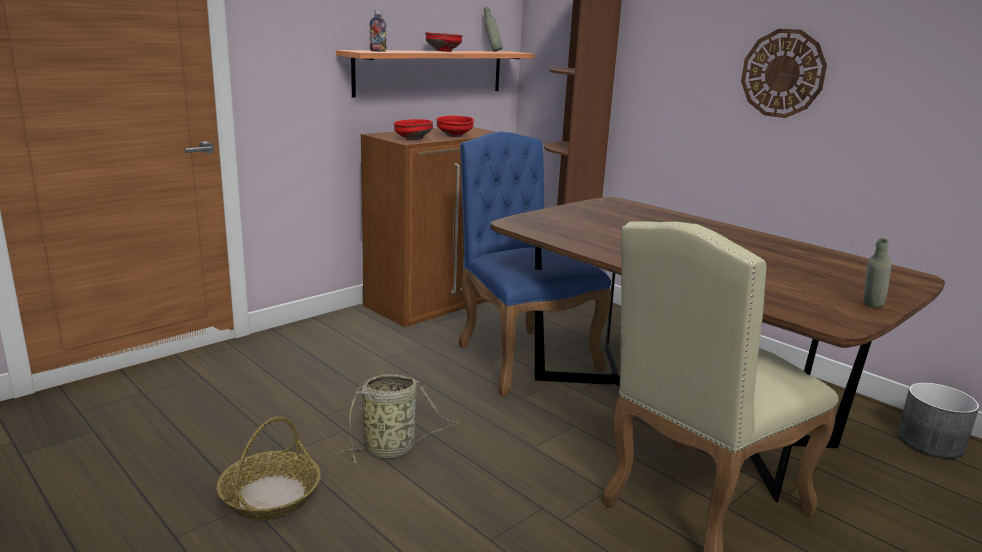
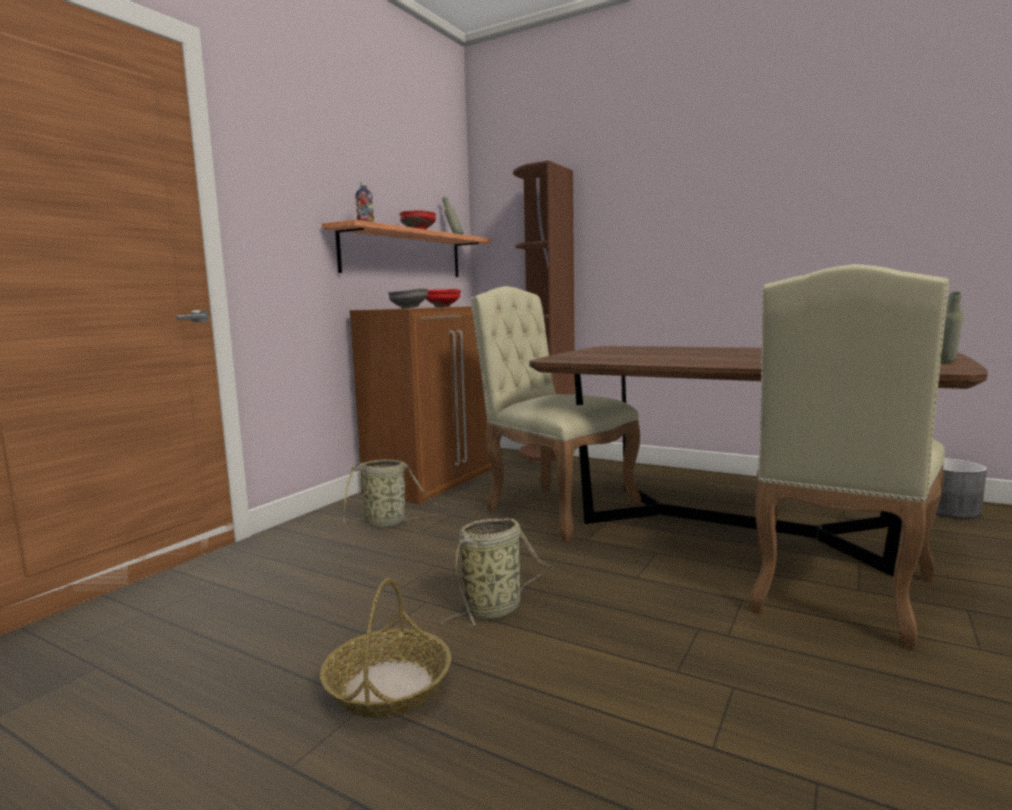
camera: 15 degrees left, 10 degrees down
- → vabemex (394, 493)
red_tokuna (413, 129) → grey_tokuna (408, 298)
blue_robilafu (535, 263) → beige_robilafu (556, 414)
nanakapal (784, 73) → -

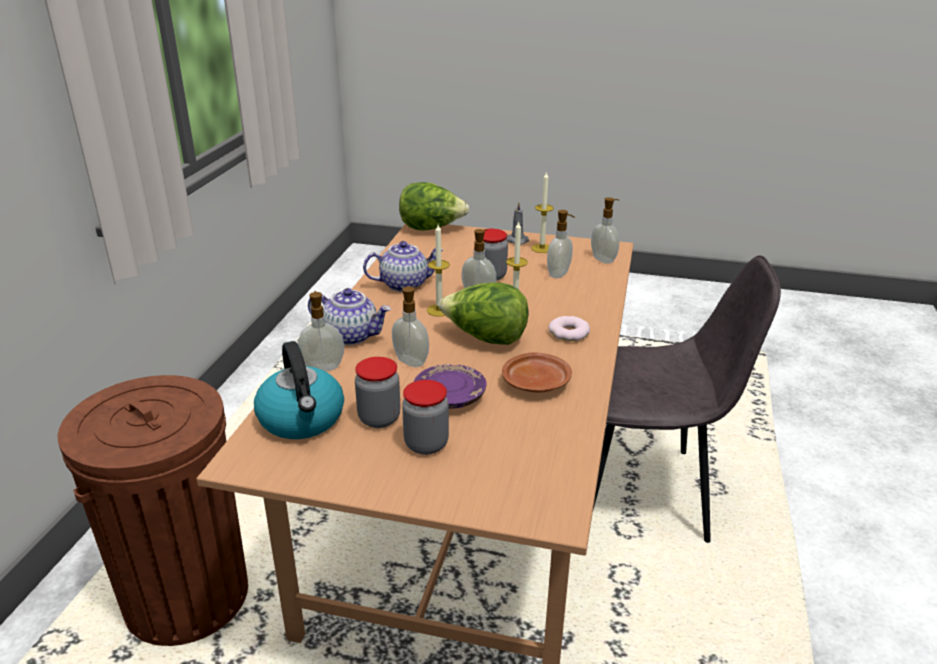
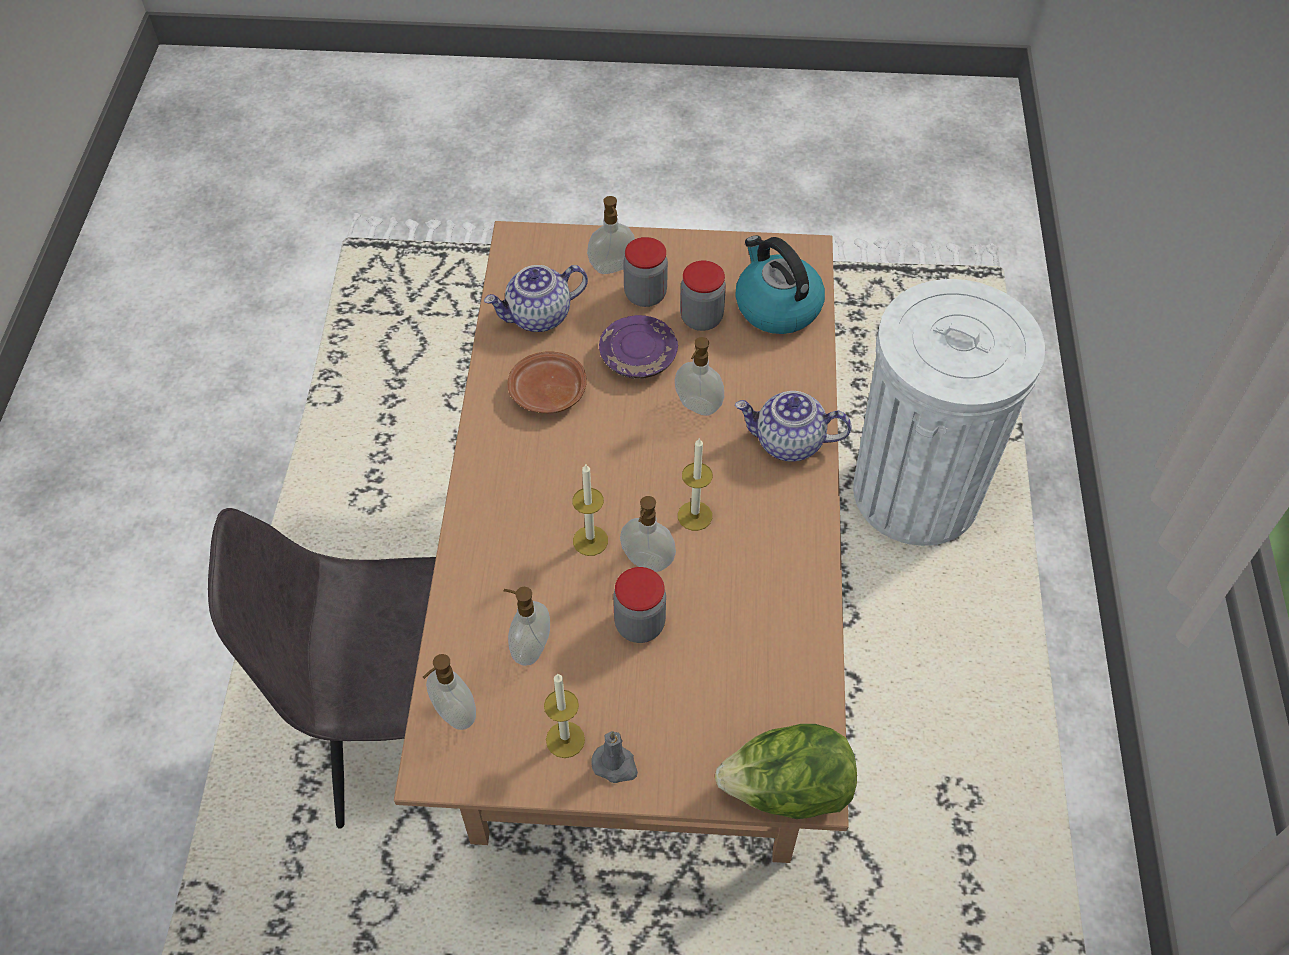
camera: 170 degrees right, 25 degrees up
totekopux (403, 266) → totekopux (536, 298), shifted
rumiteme (320, 331) → rumiteme (611, 235), shifted
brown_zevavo (152, 510) → white_zevavo (949, 412)
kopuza (484, 313) → -
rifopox (569, 328) → -

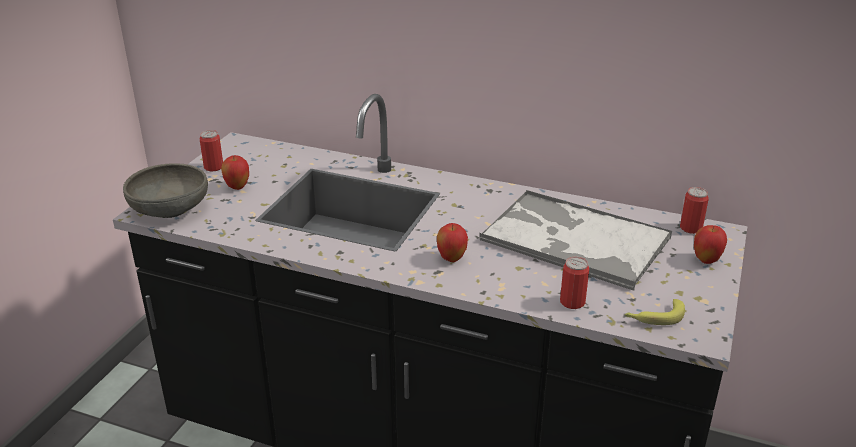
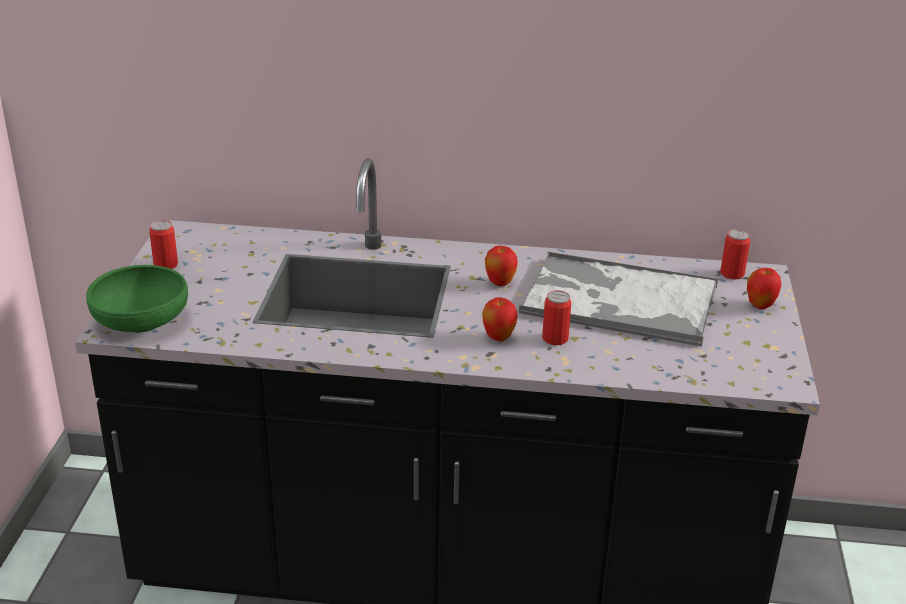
camera: 15 degrees left, 0 degrees up
grey_tokuna (165, 190) → green_tokuna (137, 299)
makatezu (235, 172) → makatezu (501, 266), shifted
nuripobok (574, 283) → nuripobok (556, 317), shifted
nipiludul (655, 312) → -

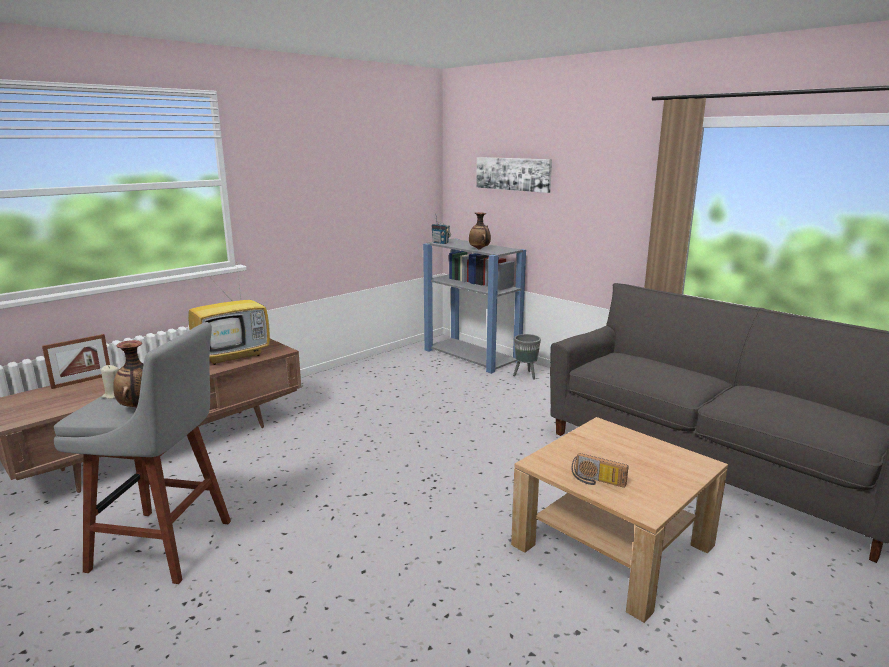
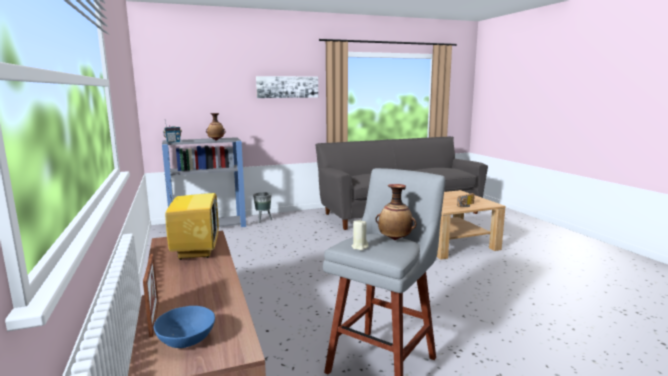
camera: 65 degrees left, 5 degrees down
- → blue_tokuna (184, 327)
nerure (514, 175) → nerure (287, 87), shifted

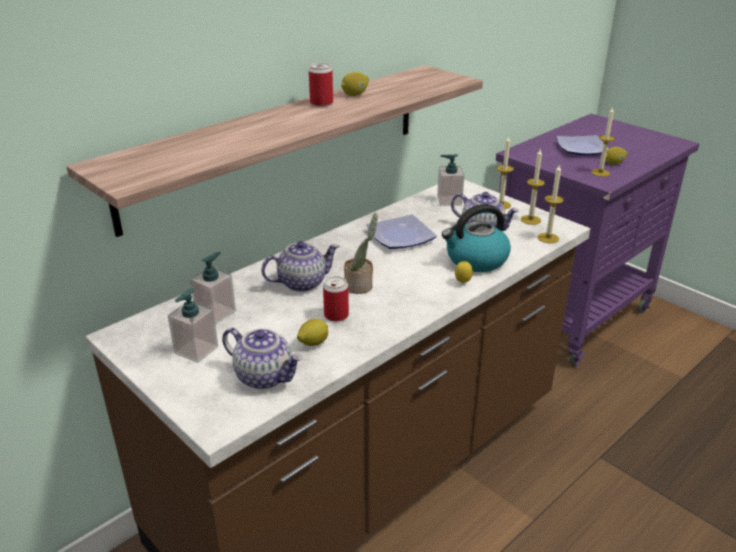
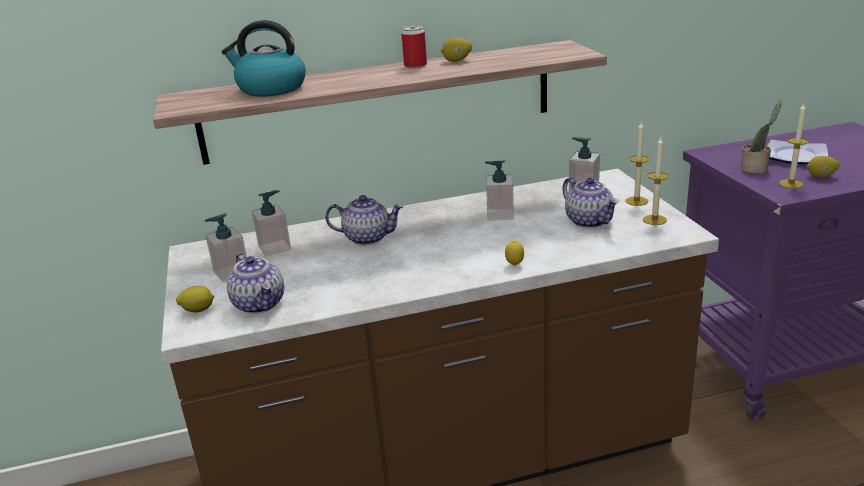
camera: 30 degrees right, 5 degrees down
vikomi (312, 332) → vikomi (195, 299), shifted
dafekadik (476, 238) → dafekadik (264, 58), shifted
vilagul (402, 231) → rumiteme (499, 190)
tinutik (361, 253) → tinutik (761, 137), shifted
nuripobok (336, 299) → -
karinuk (551, 203) → -

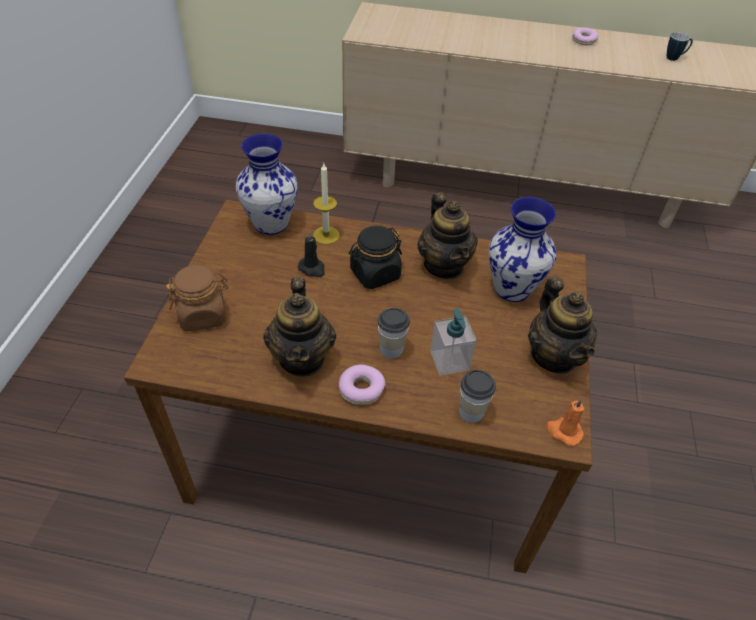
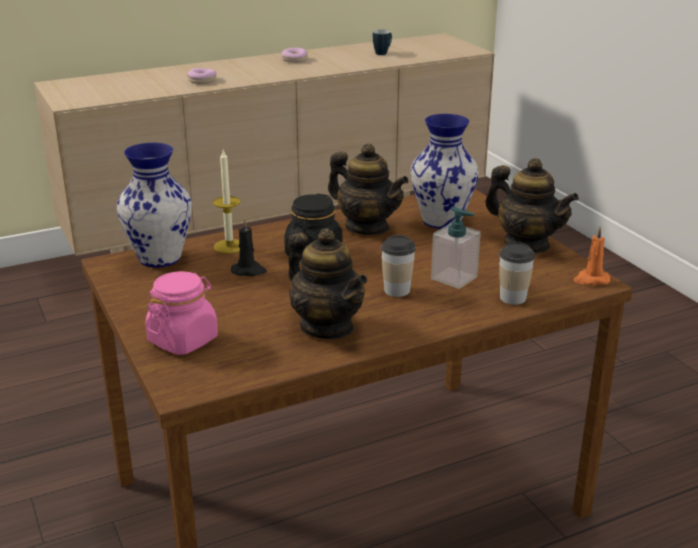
camera: 35 degrees left, 20 degrees down
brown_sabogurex (197, 298) → pink_sabogurex (181, 313)
rifopox (362, 385) → rifopox (202, 76), shifted

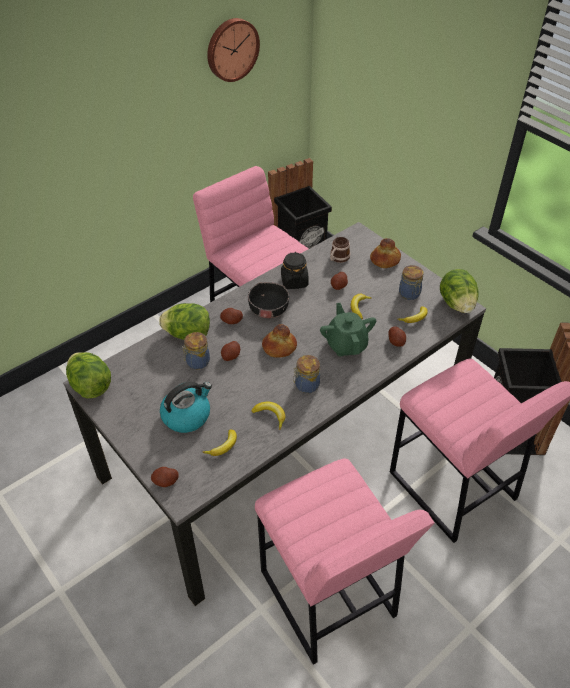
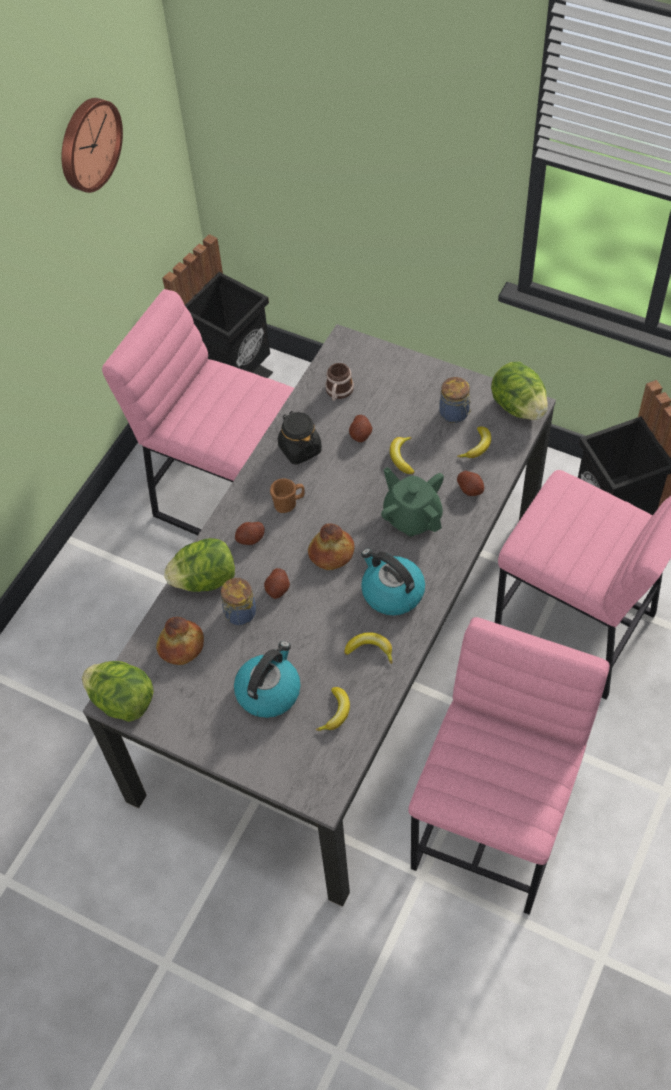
camera: 20 degrees left, 10 degrees up
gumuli (385, 253) → gumuli (180, 641), shifted
black_tokuna (268, 300) → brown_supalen (287, 496)
sabogurex (306, 374) → dafekadik (393, 581)
pink_robilafu (345, 561) → pink_robilafu (509, 766), 105 degrees counterclockwise
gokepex (165, 477) → -

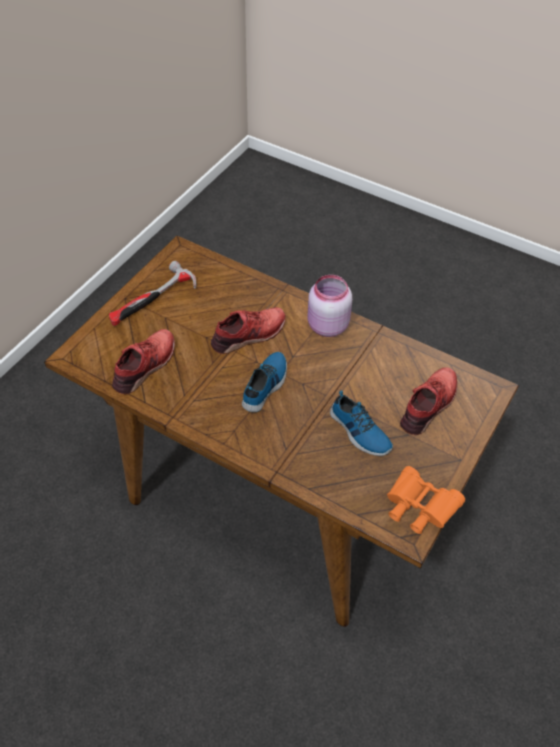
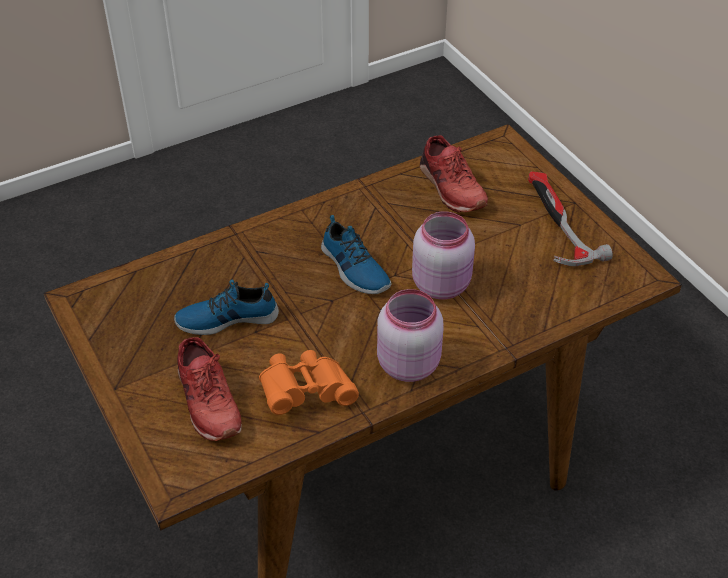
camera: 120 degrees right, 5 degrees down
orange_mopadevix (426, 500) → orange_mopadevix (309, 382), shifted
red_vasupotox (248, 330) → pink_sabogurex (443, 255)

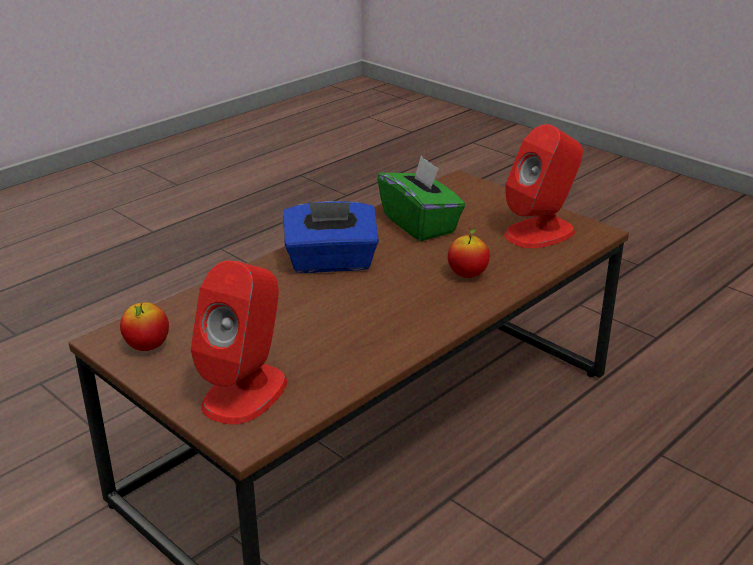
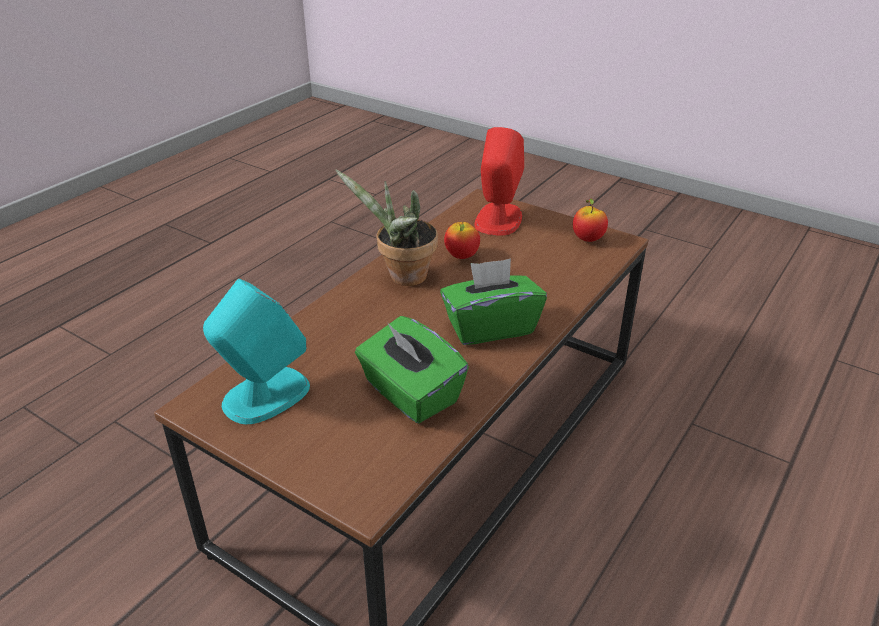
camera: 170 degrees right, 5 degrees up
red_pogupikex (543, 186) → turquoise_pogupikex (256, 351)
- → tinutik (386, 227)
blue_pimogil (331, 237) → green_pimogil (493, 302)
makatezu (469, 252) → makatezu (462, 240), shifted

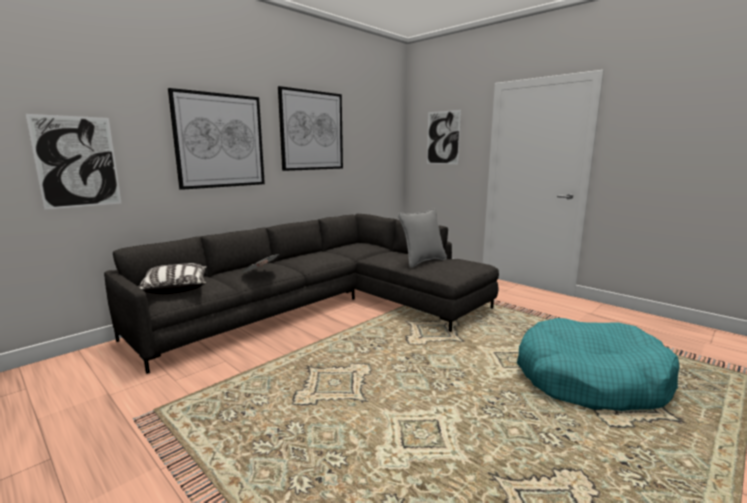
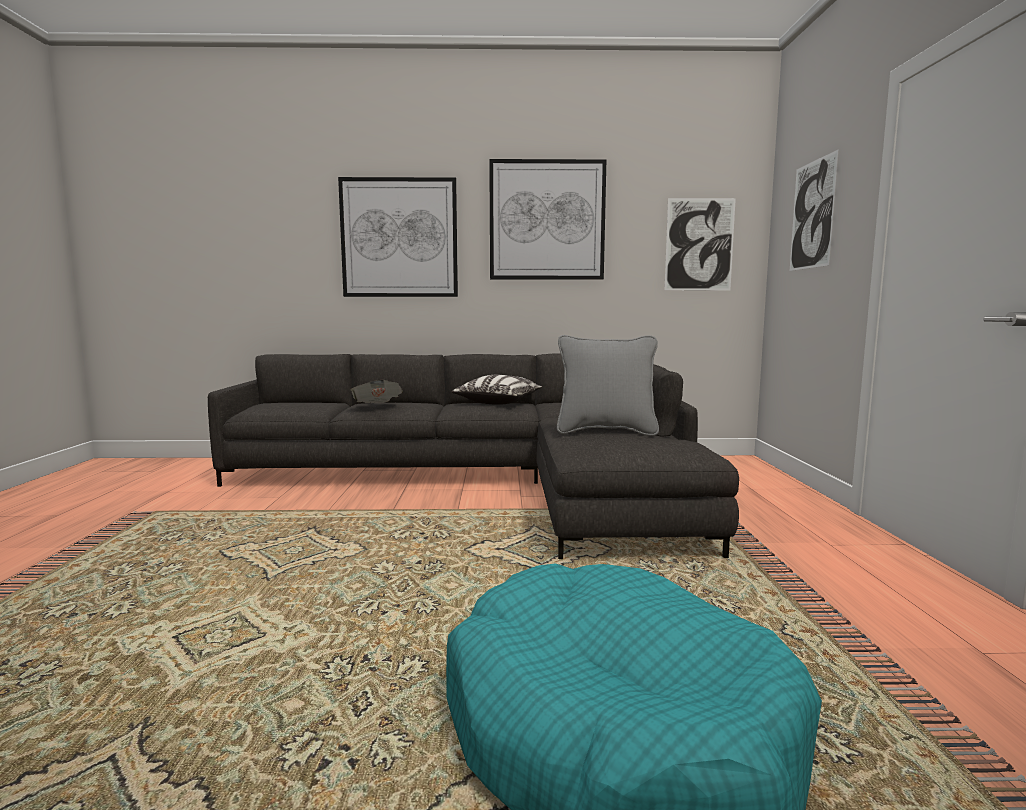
camera: 45 degrees right, 5 degrees down
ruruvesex (172, 278) → ruruvesex (497, 390), shifted
nerure (73, 162) → nerure (700, 244), shifted

